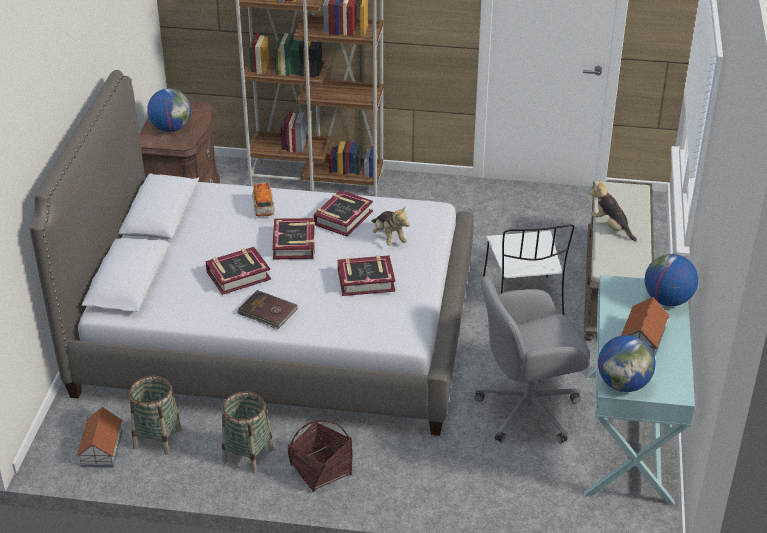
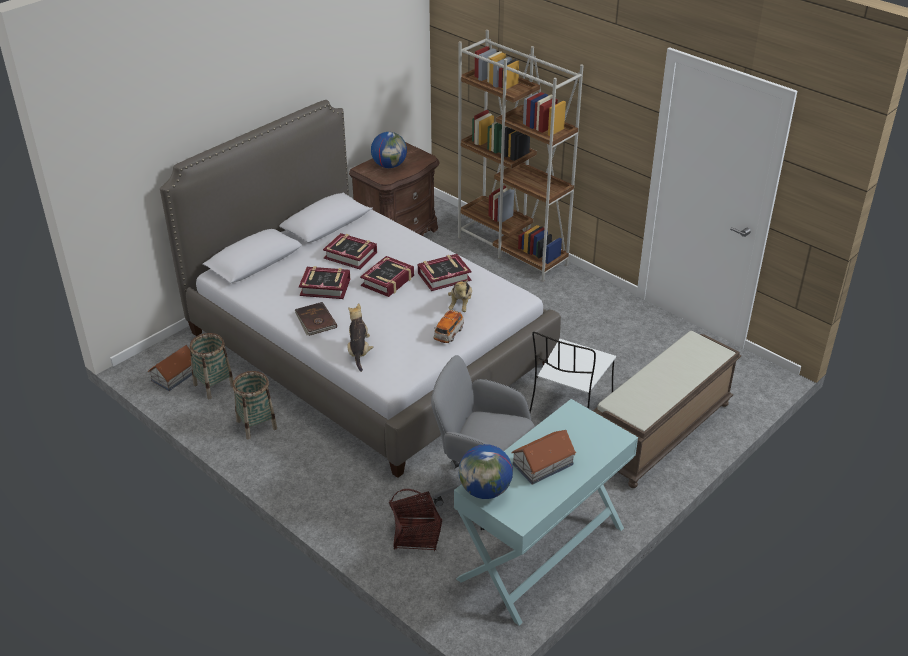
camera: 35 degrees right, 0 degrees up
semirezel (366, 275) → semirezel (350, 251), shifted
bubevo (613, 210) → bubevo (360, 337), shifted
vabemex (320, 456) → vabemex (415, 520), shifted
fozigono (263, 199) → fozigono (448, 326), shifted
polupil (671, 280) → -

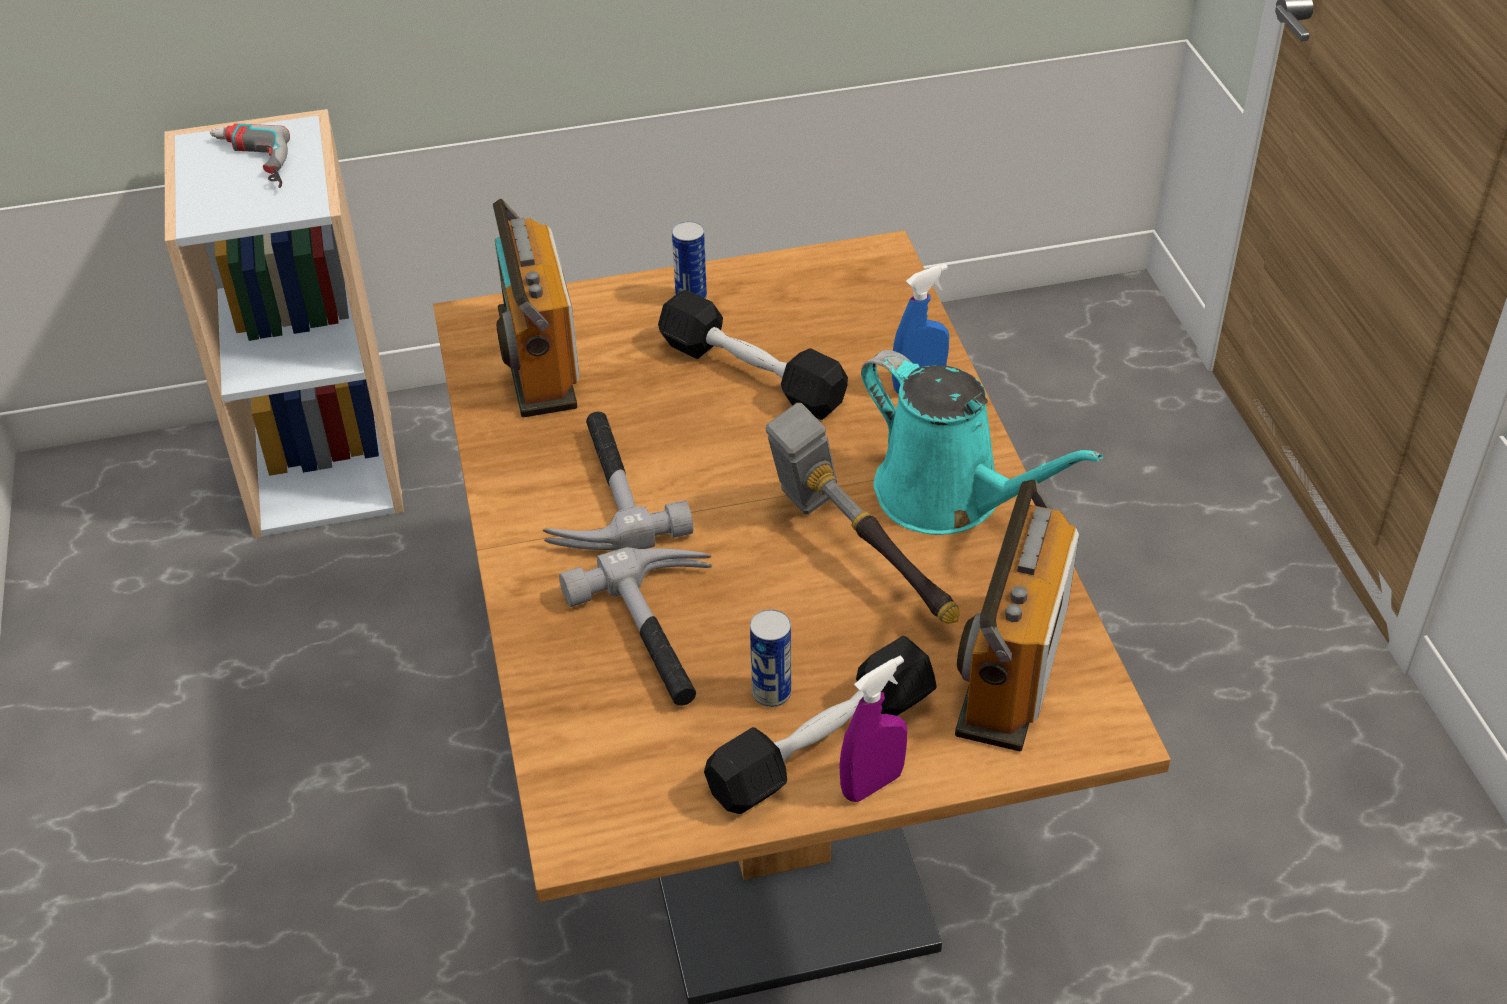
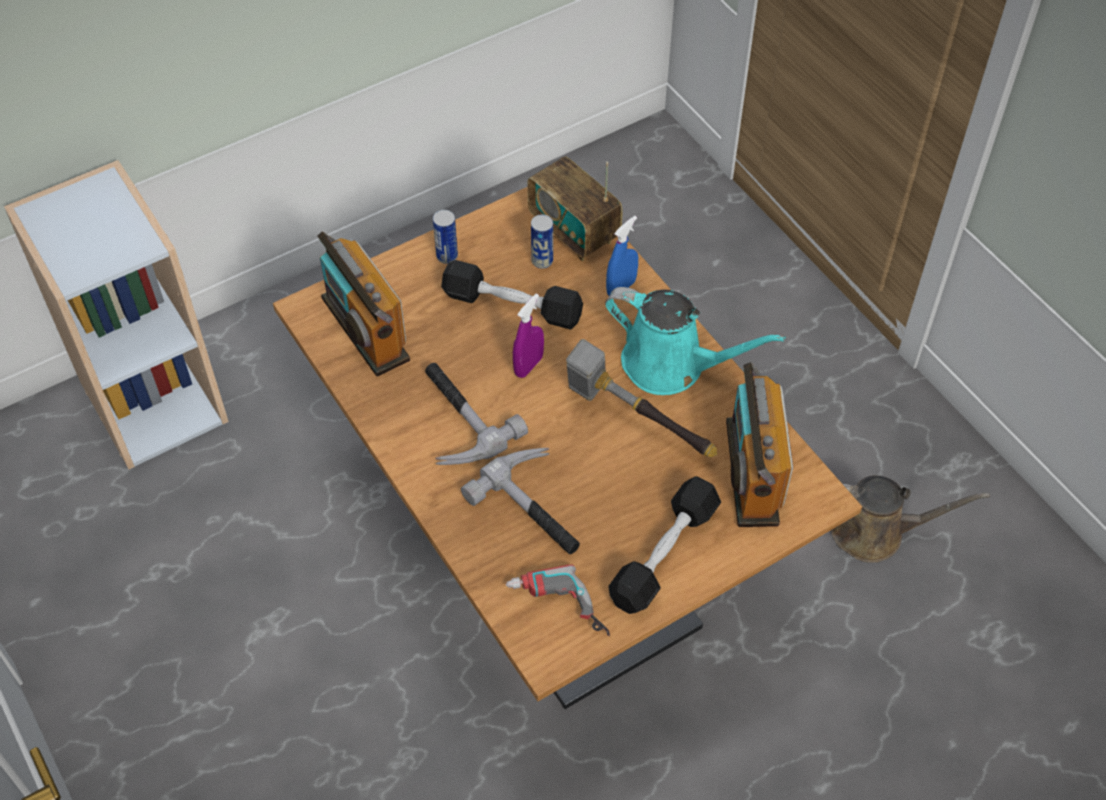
camera: 20 degrees left, 10 degrees up
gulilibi (250, 155) → gulilibi (558, 600), shifted
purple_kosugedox (873, 729) → purple_kosugedox (528, 335), shifted
- → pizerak (575, 209)
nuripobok (770, 658) → nuripobok (542, 242), shifted
- → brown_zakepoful (910, 519)

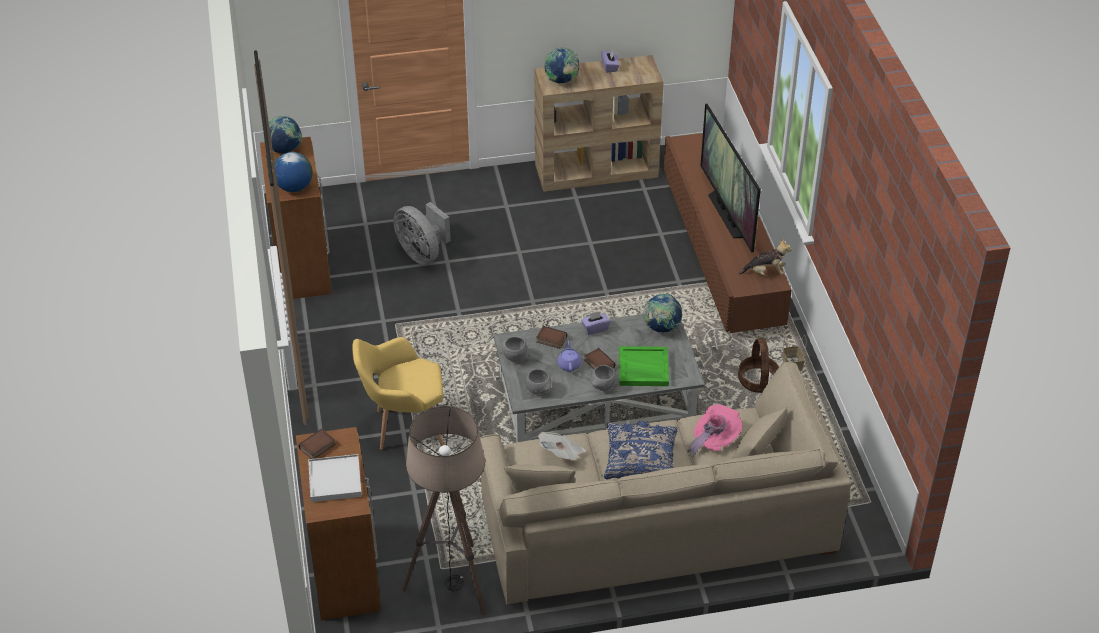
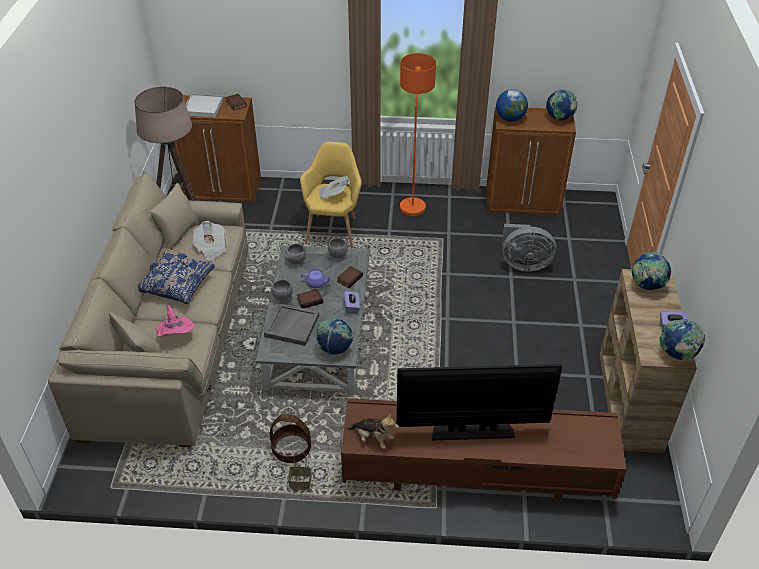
camera: 105 degrees right, 0 degrees up
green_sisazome (644, 366) → grey_sisazome (291, 324)
- → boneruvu (334, 187)
bubevo (765, 257) → bubevo (373, 431), 75 degrees counterclockwise
- → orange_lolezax (418, 134)
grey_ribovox (422, 233) → grey_ribovox (529, 247), 150 degrees counterclockwise
- → polupil (682, 340)

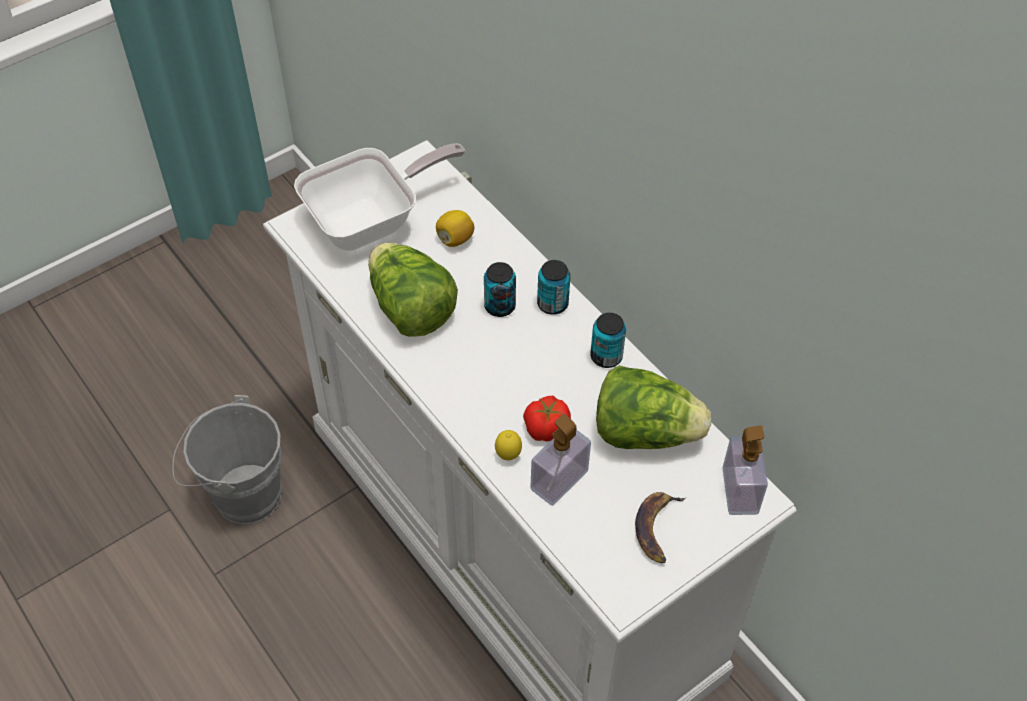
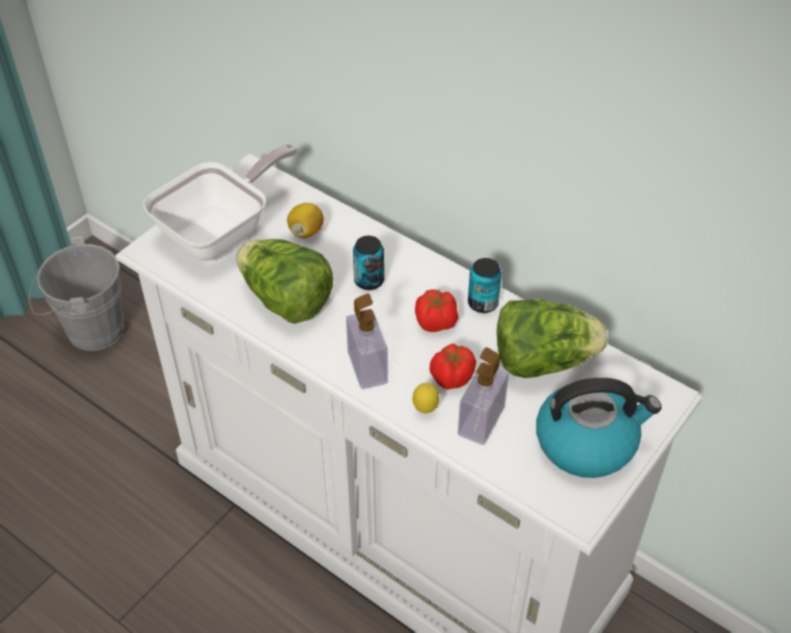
camera: 15 degrees left, 5 degrees down
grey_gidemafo (227, 459) → grey_gidemafo (76, 294), shifted
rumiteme (745, 470) → rumiteme (367, 341), shifted
- → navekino (436, 310)
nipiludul (660, 528) → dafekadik (599, 428)
nuripobok (553, 287) → -

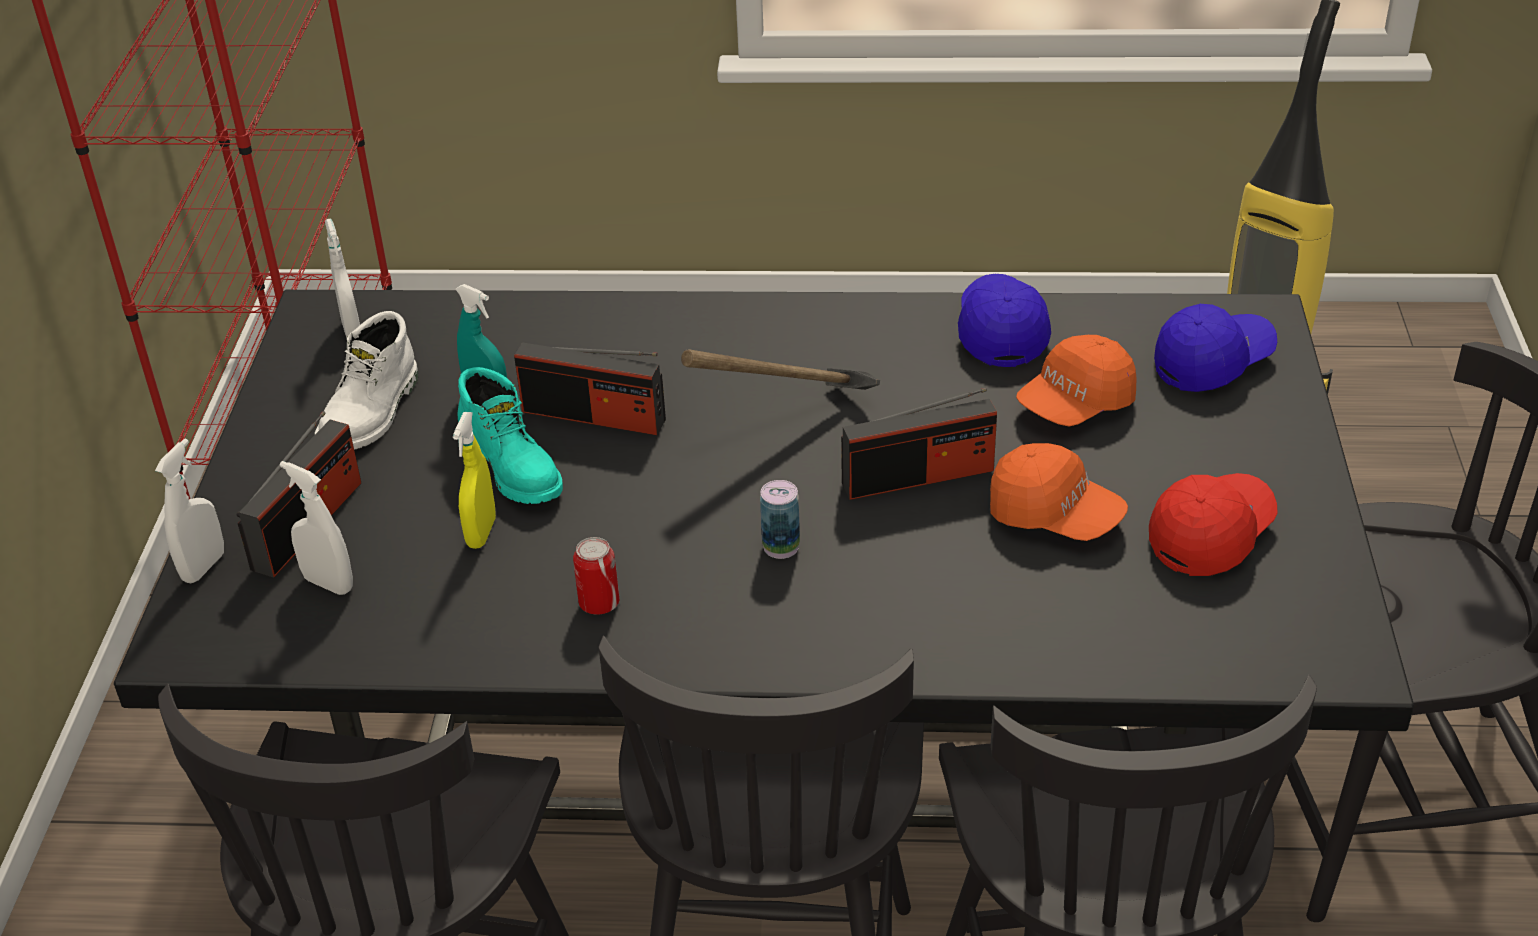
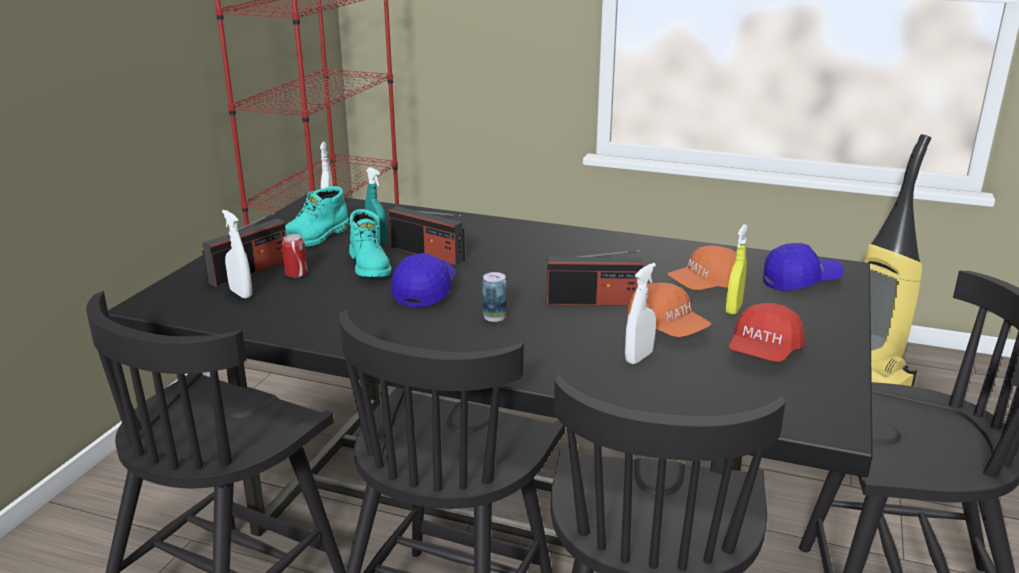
camera: 15 degrees right, 15 degrees down
nuripobok (596, 576) → nuripobok (294, 256), shifted
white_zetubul (366, 380) → turquoise_zetubul (317, 216)
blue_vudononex (1004, 320) → blue_vudononex (423, 280), shifted
white_kosugedox (189, 510) → white_kosugedox (640, 313), shifted
yellow_kosugedox (474, 480) → yellow_kosugedox (737, 269), shifted
red_vudononex (1213, 524) → red_vudononex (767, 332), 150 degrees clockwise
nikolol (780, 369) → -

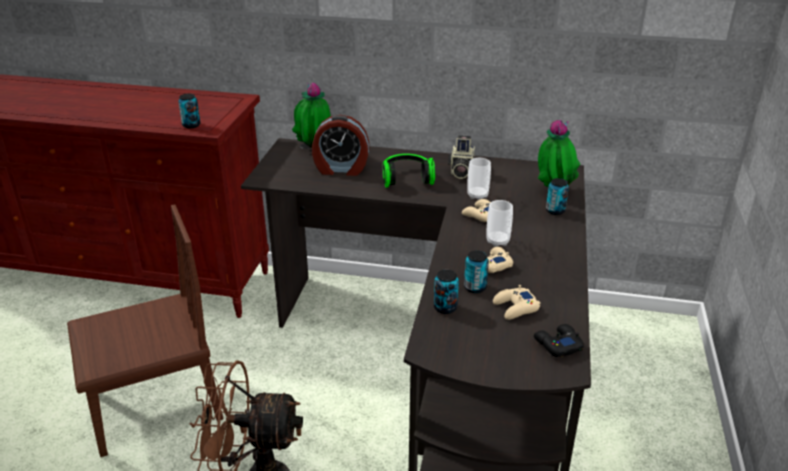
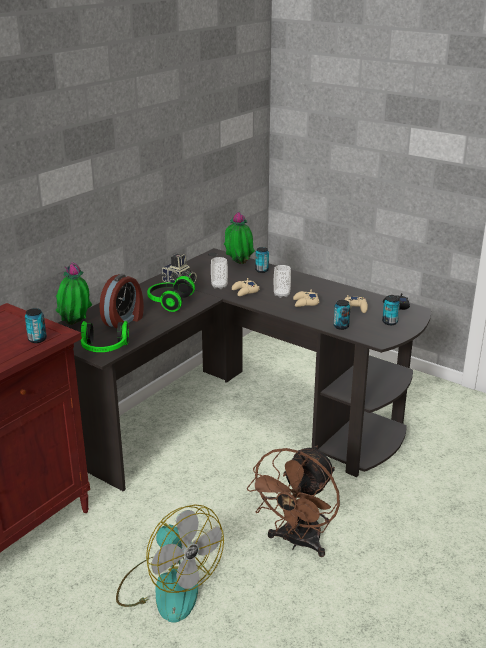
camera: 65 degrees left, 5 degrees down
- → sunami (105, 333)
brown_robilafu (145, 330) → ribovox (170, 563)
nuripobok (476, 272) → nuripobok (391, 310), shifted

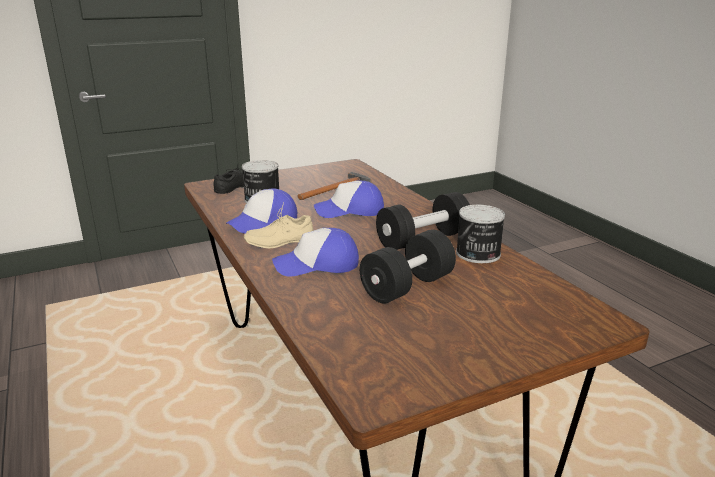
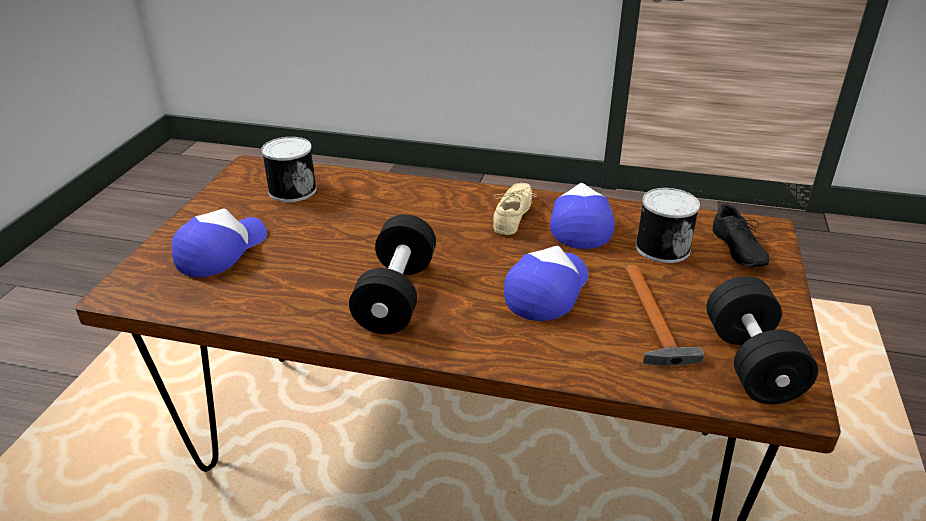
camera: 130 degrees right, 10 degrees up
vudononex (315, 252) → vudononex (219, 243), shifted
nuripobok (480, 234) → nuripobok (289, 169), shifted
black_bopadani (408, 266) → black_bopadani (762, 340), shifted

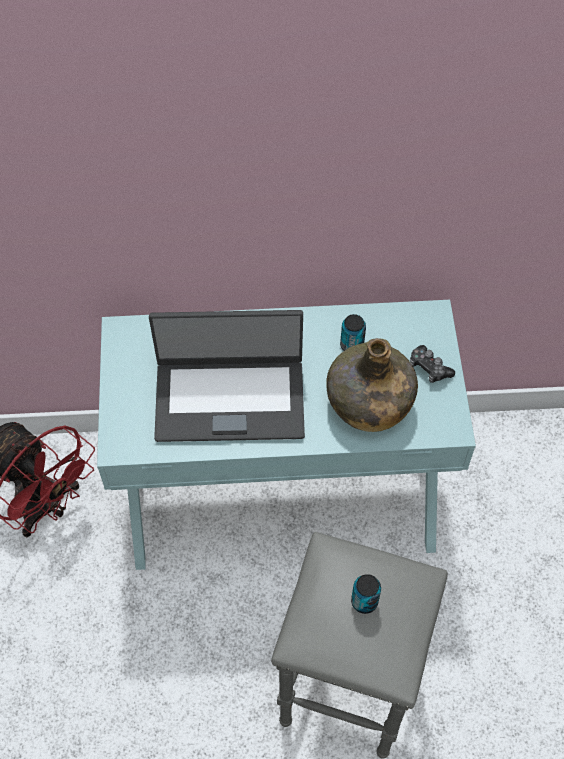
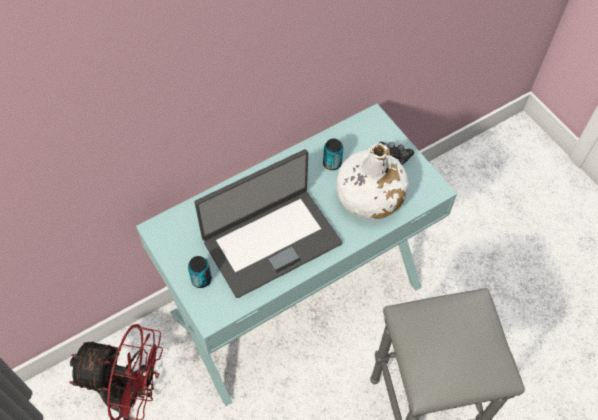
camera: 30 degrees left, 0 degrees up
nuripobok (366, 594) → nuripobok (200, 272), shifted
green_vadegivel (372, 385) → white_vadegivel (372, 181)

